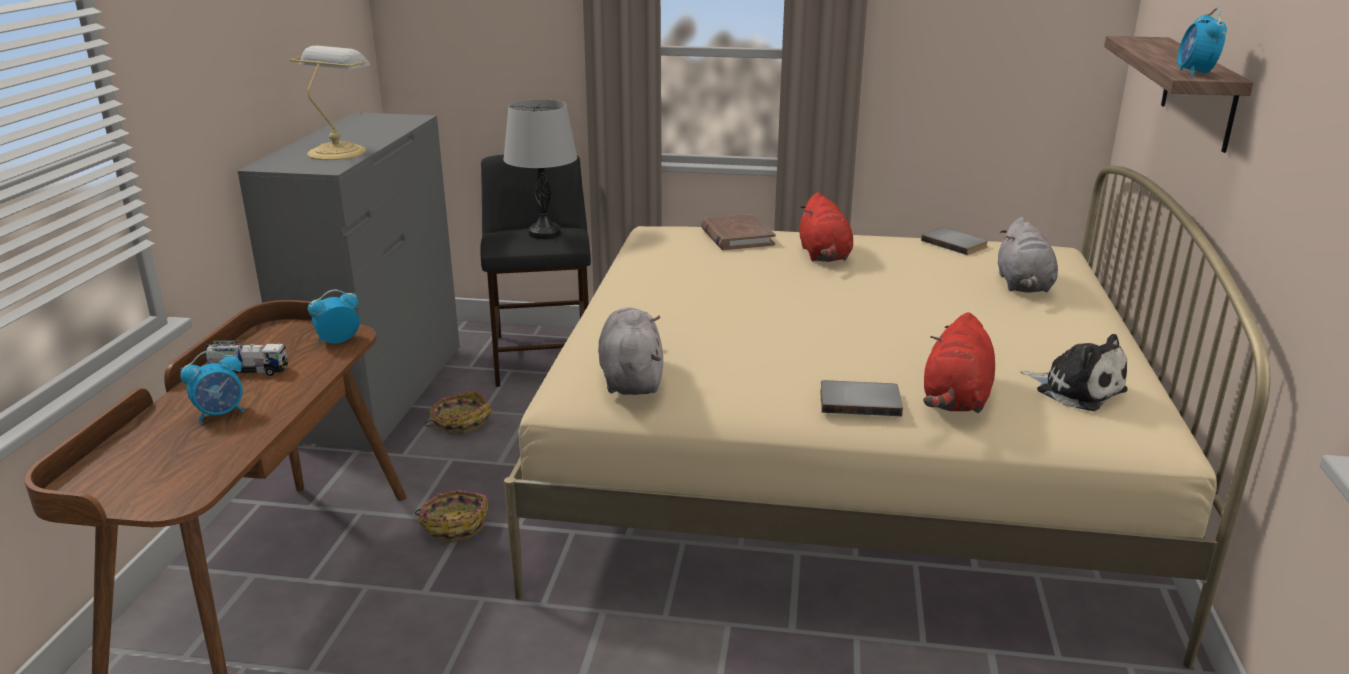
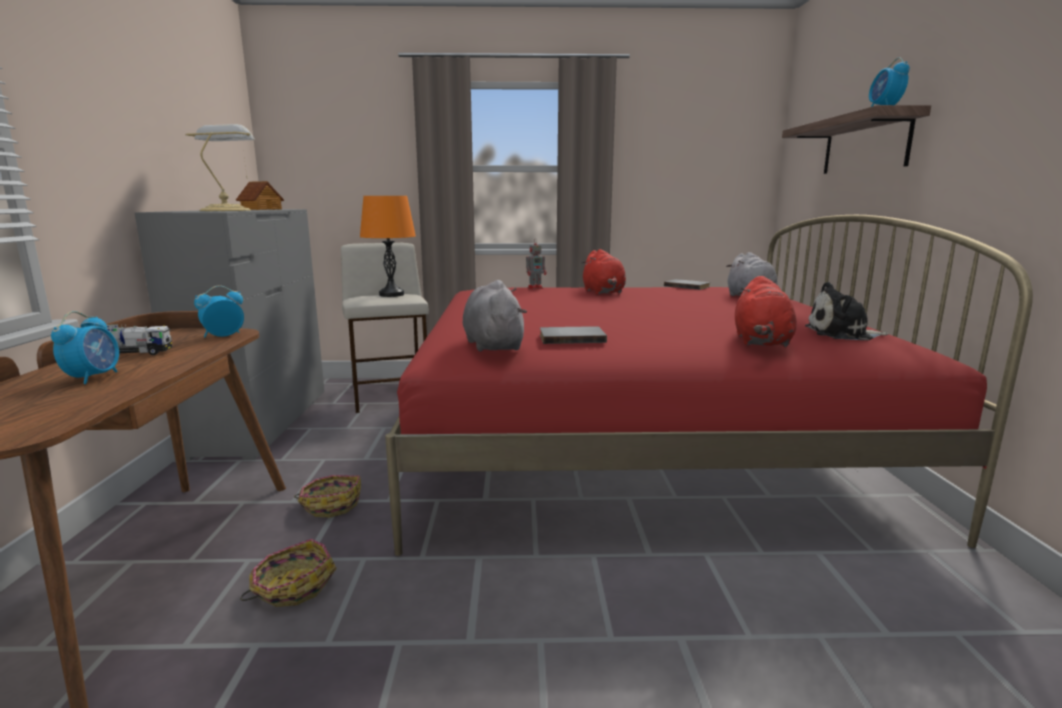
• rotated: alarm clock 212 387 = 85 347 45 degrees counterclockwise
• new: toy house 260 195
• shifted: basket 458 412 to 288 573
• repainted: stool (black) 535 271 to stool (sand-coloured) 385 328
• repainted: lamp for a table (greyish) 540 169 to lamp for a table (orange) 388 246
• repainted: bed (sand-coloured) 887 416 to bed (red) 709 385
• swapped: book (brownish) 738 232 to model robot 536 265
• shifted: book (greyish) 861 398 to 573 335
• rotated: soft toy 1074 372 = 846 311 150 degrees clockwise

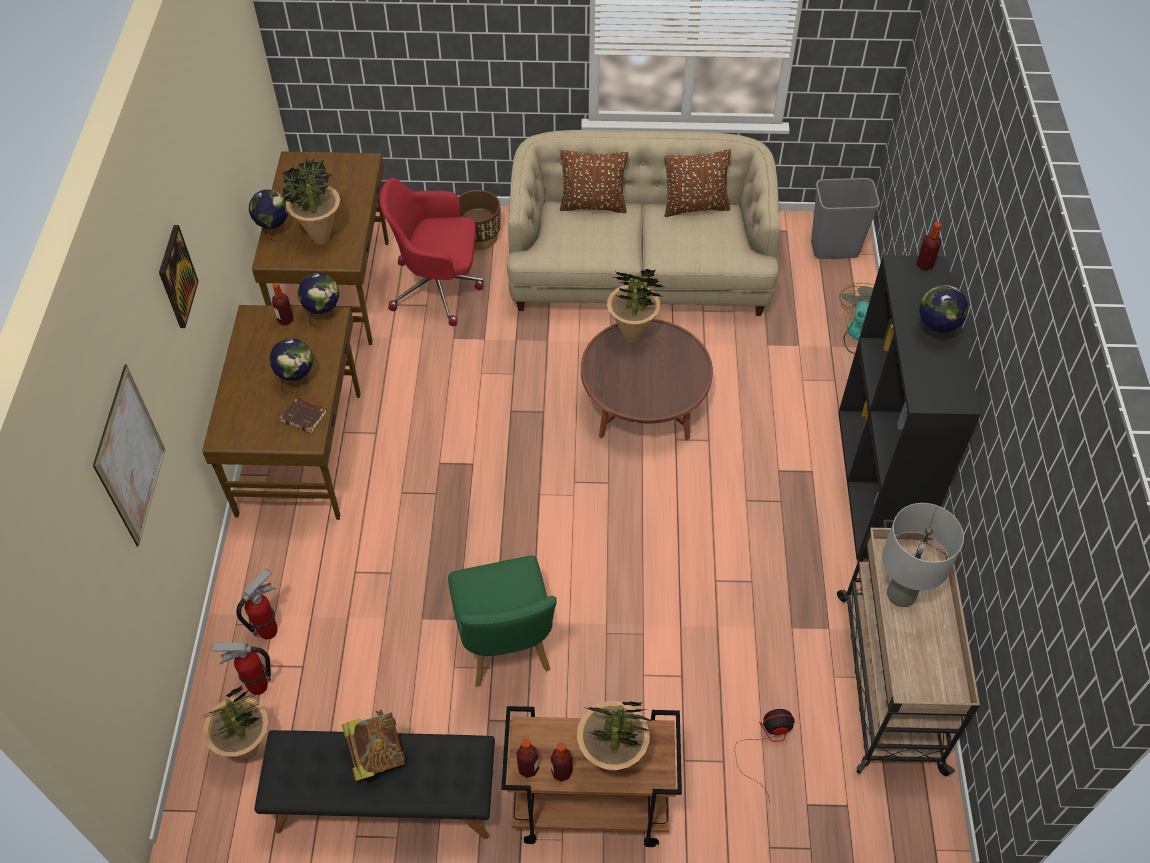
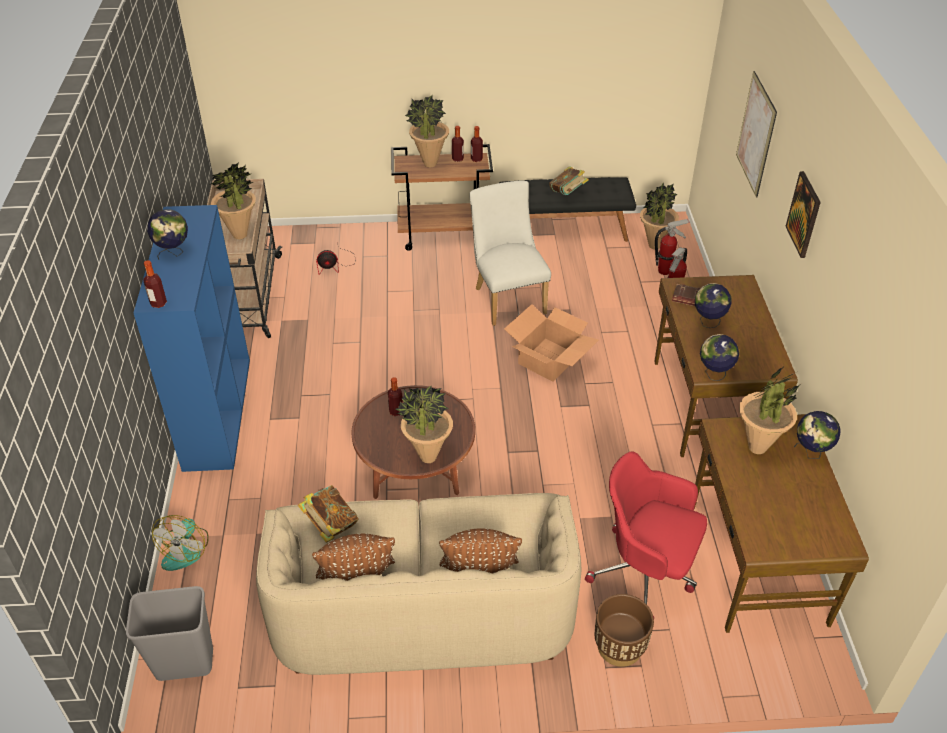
• repainted: bookshelf (black) 909 407 to bookshelf (bluish) 191 338
• swapped: lamp for a table (greyish) 923 555 to potted plant 232 200
• new: book 328 514
• shifted: beverage bottle 282 304 to 395 396
• repainted: plain chair (green) 502 621 to plain chair (white) 510 253
• new: cardboard box 551 343
• rotated: office chair (red) 431 252 = 646 534 150 degrees counterclockwise

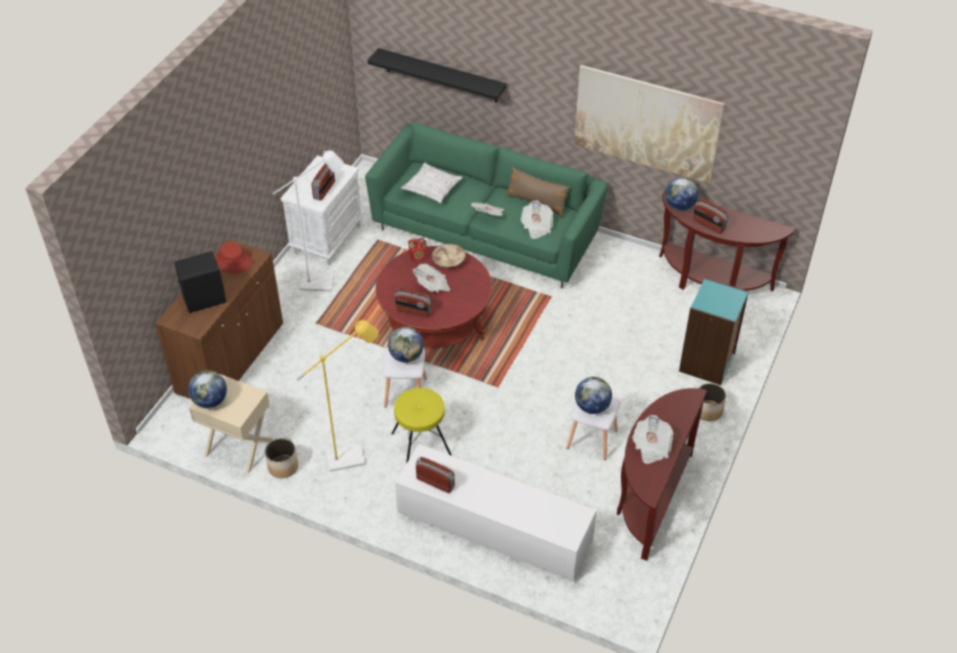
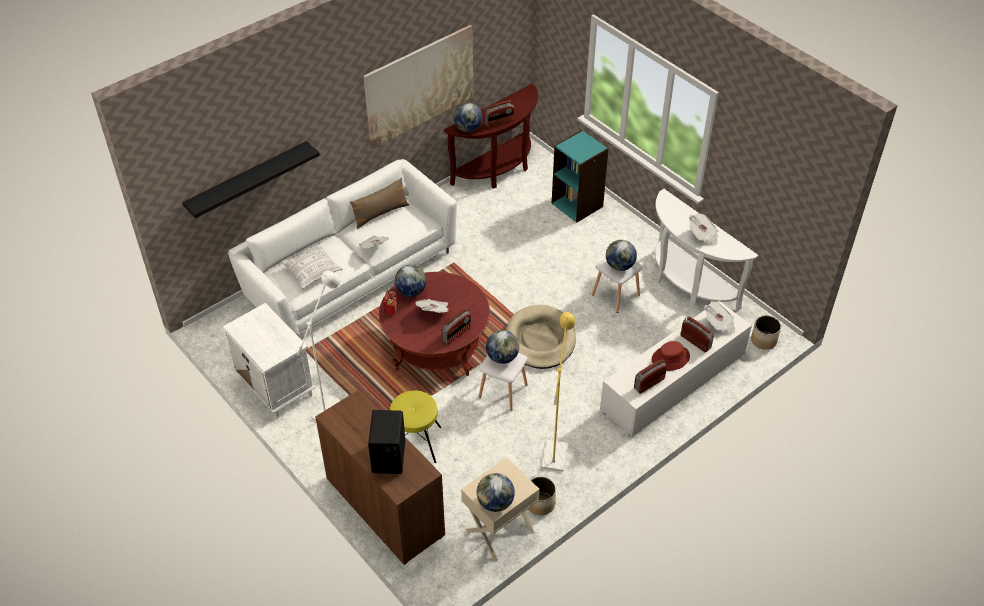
• repainted: settee (green) 486 205 to settee (white) 342 247
• shifted: stool (yellowish) 421 426 to 415 427
• swapped: deep dish (sand-coloured) 449 256 to world globe 411 281
• new: pet bed (sand-coloured) 541 337
• shifted: hat (red) 233 257 to 671 356
• repainted: narrow table (brownish) 662 474 to narrow table (white) 706 250
• shifted: radio receiver 323 182 to 697 334
• shifted: printed paper 536 220 to 719 317
• shifted: plant pot 712 402 to 766 333

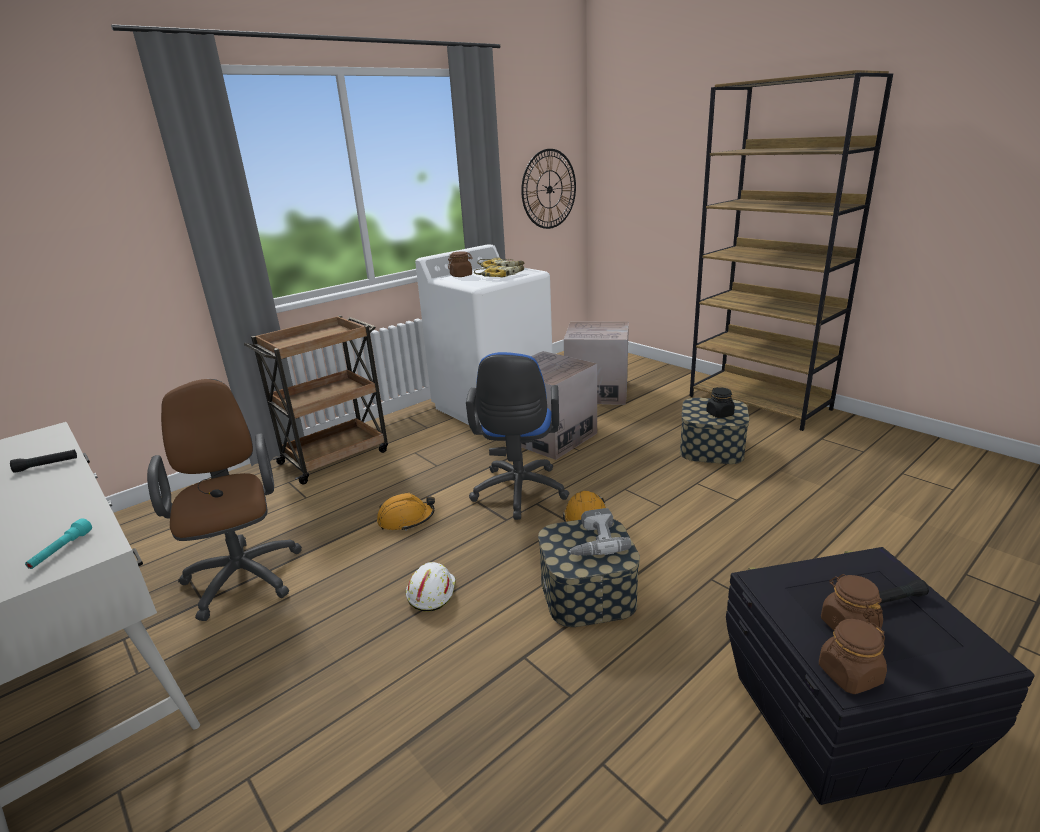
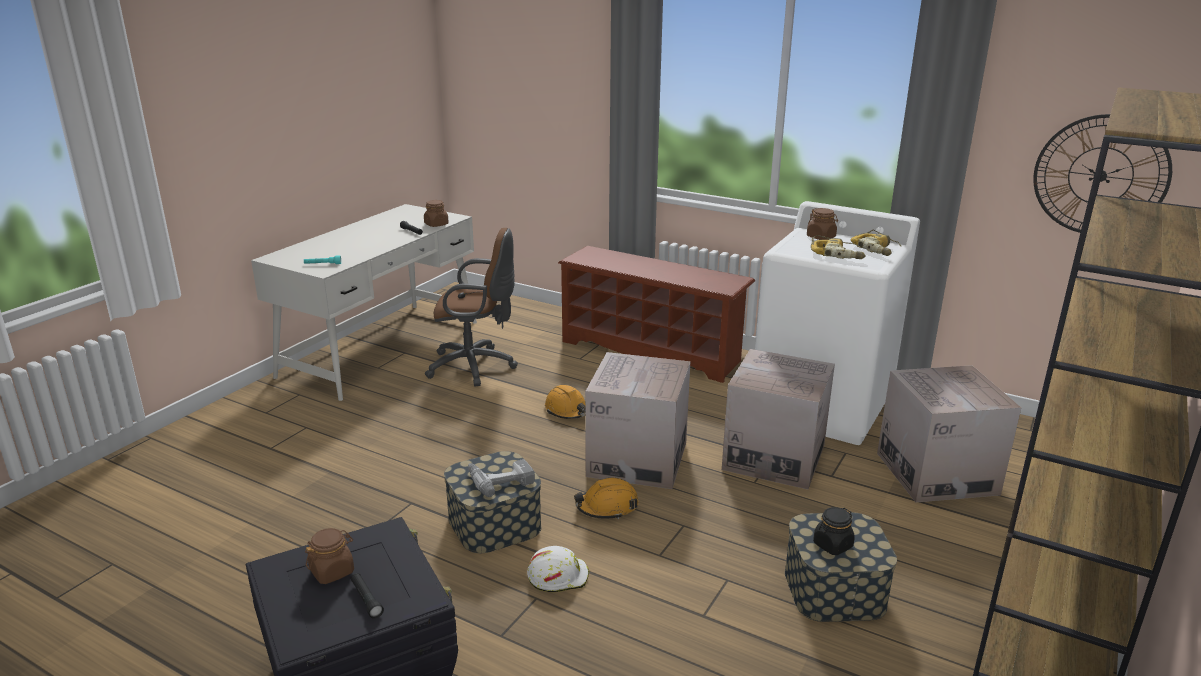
• shifted: jar (brownish) 853 656 to 436 213
• rotated: office chair (brownish) 224 500 = 471 307 45 degrees clockwise
• shifted: hard hat (white) 431 586 to 558 569
• swapped: wheeled cart (brownish) 316 400 to shoe rack (brownish) 656 314
• swapped: office chair (bluish) 517 436 to cardboard box 638 420

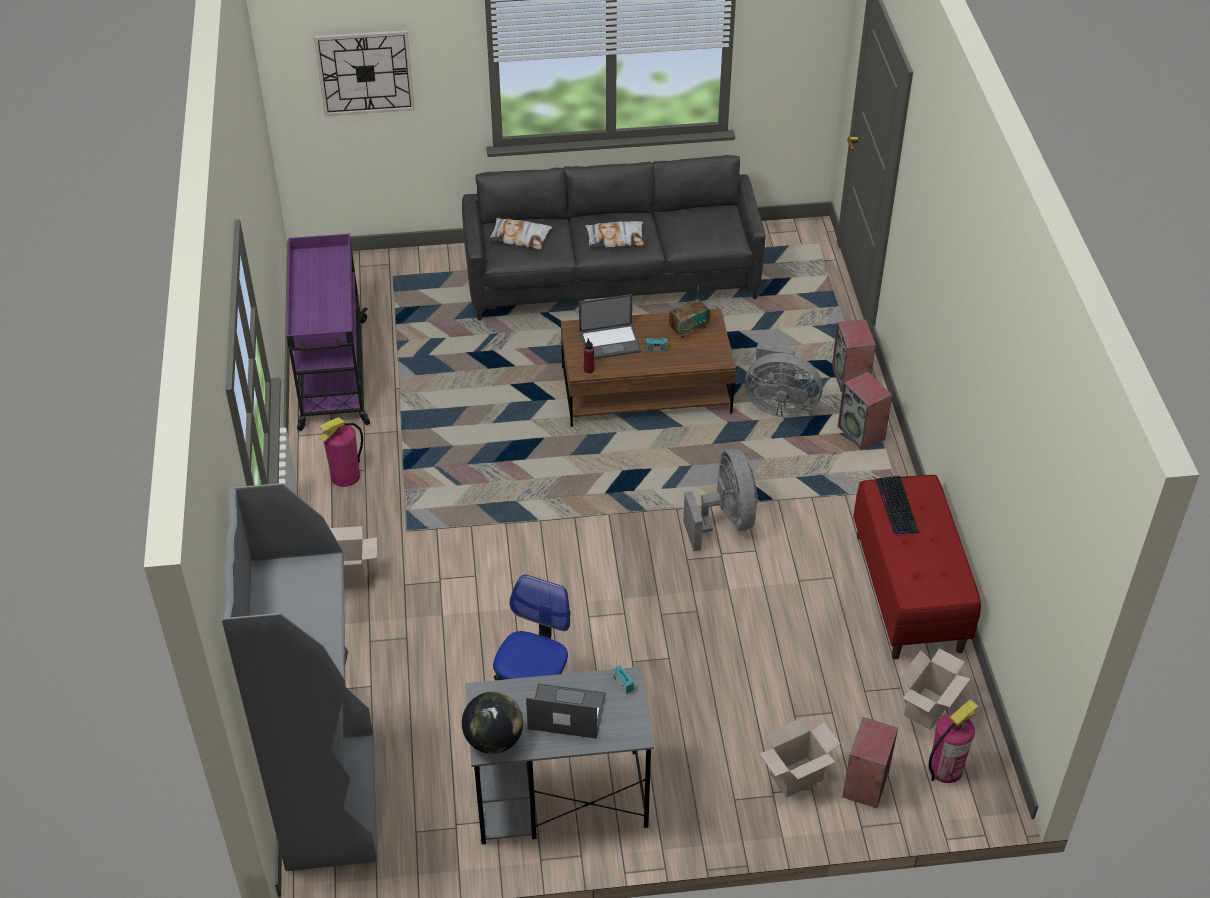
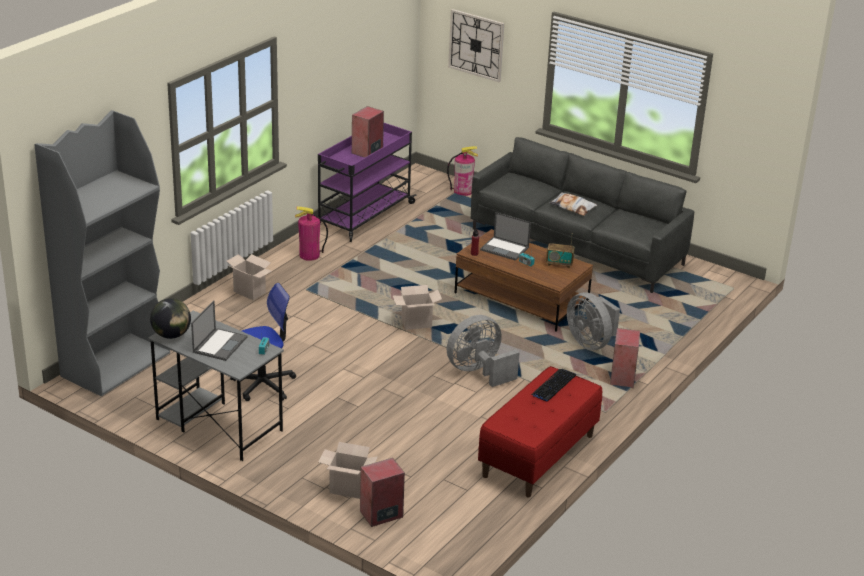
• rotated: portable computer 566 711 = 219 331 60 degrees clockwise
• shifted: loudspeaker 854 355 to 368 132
• shifted: cardboard box 935 689 to 417 307
• shifted: fire extinguisher 954 741 to 462 171
• rotated: fan (greyish) 720 500 = 483 351 150 degrees counterclockwise
• gone: pillow 520 234

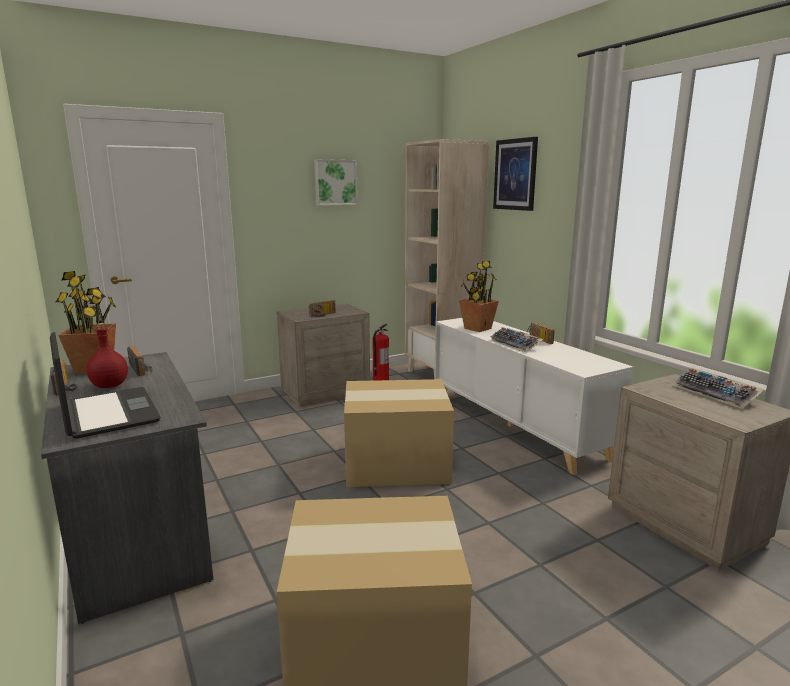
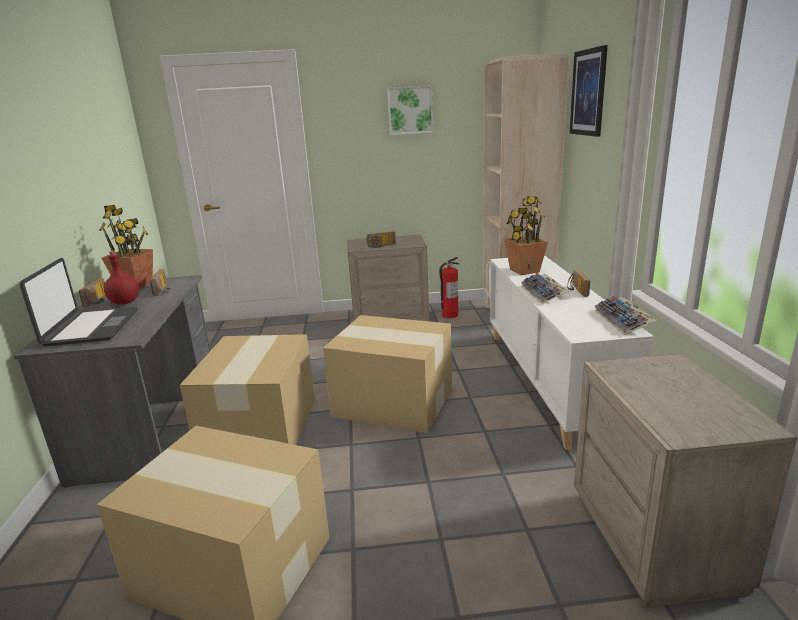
• new: cardboard box 247 389
• shifted: computer keyboard 719 388 to 625 315

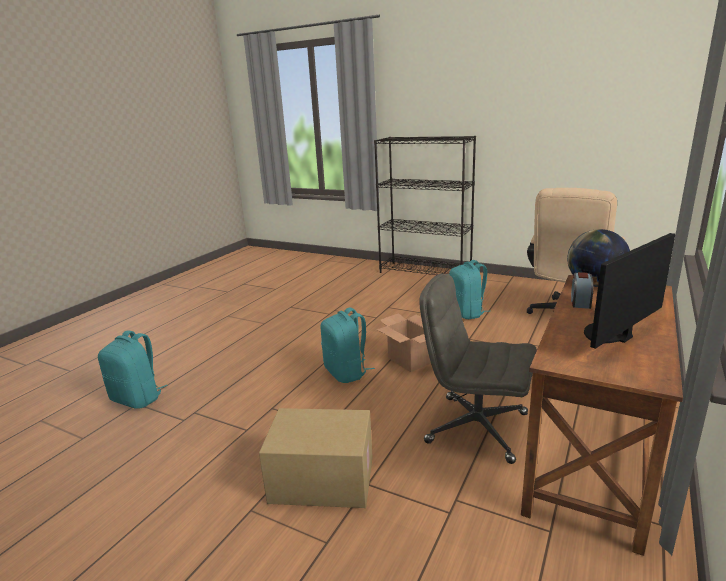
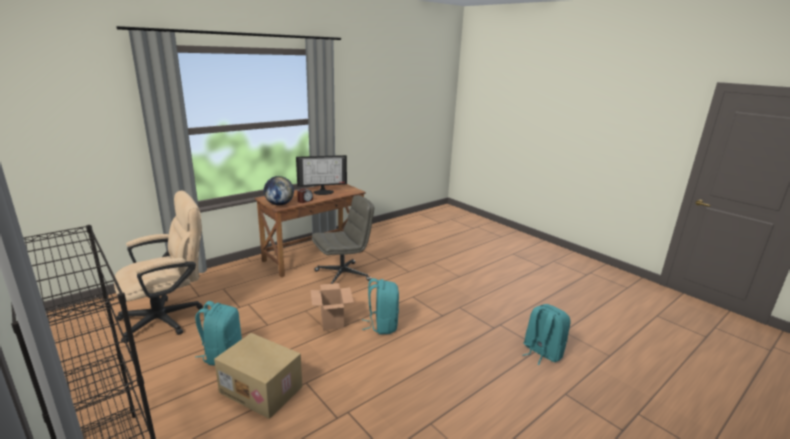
• shifted: cardboard box 316 458 to 258 376
• rotated: office chair (greyish) 478 369 = 343 239 75 degrees counterclockwise

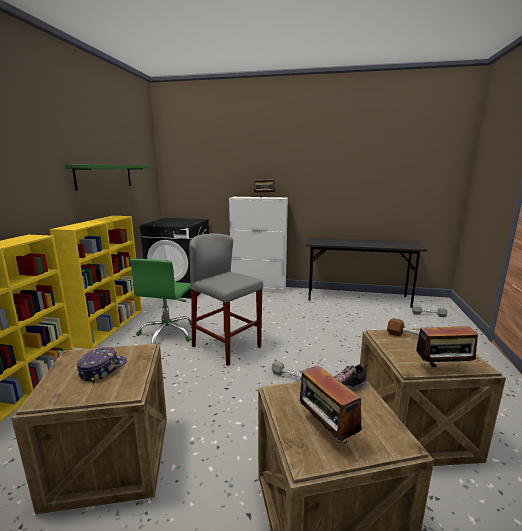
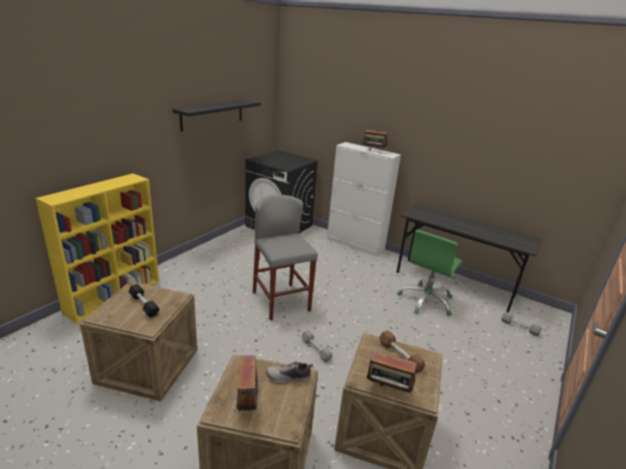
• swapped: peaked cap 102 365 to hand weight (black) 144 301
• repainted: shelf (green) 107 178 to shelf (black) 217 116
• shifted: office chair (green) 161 301 to 429 273
• gone: bookshelf (yellowish) 96 282

